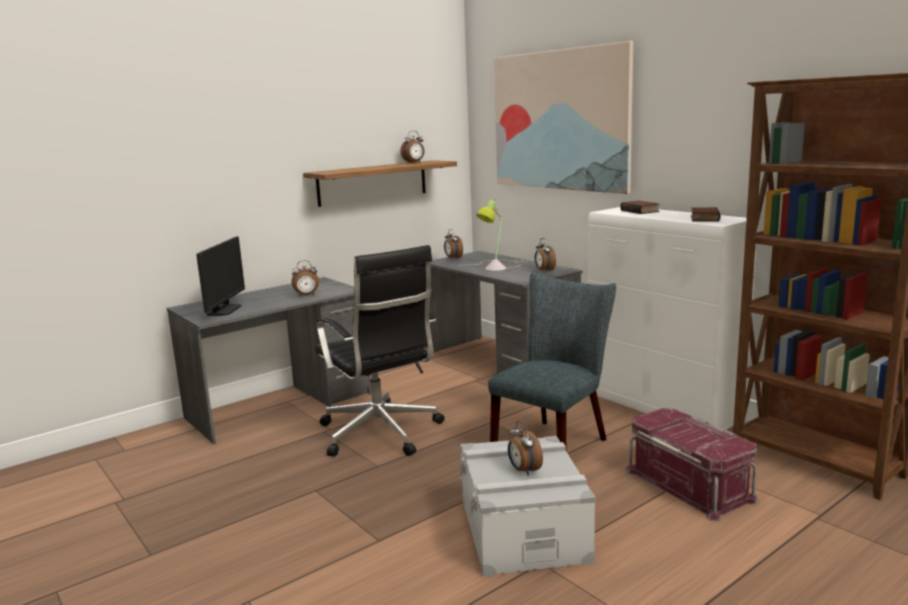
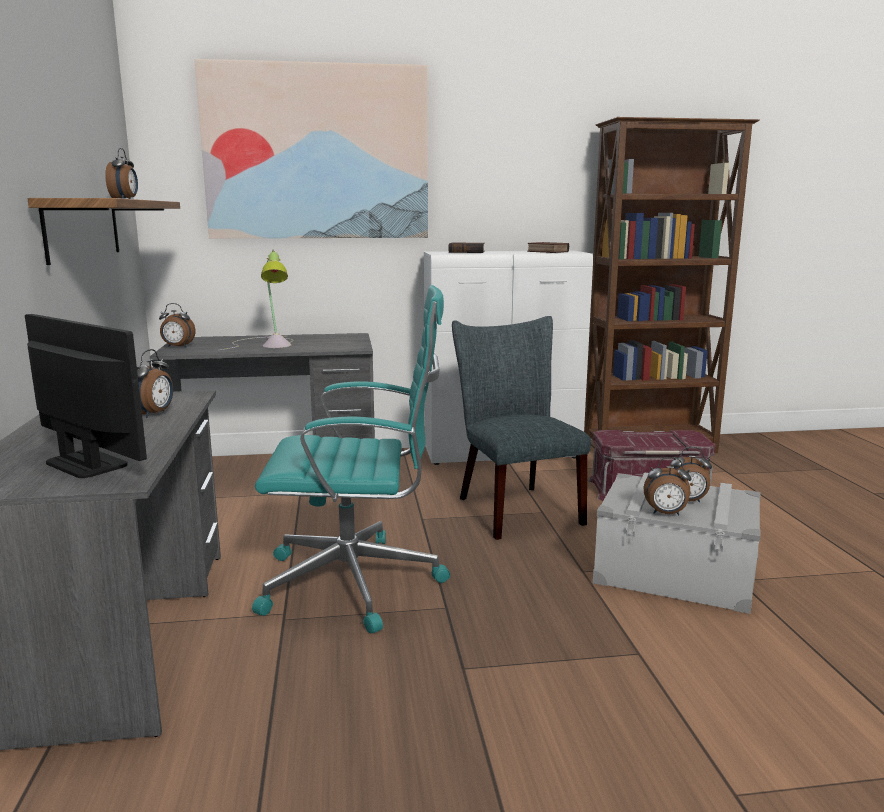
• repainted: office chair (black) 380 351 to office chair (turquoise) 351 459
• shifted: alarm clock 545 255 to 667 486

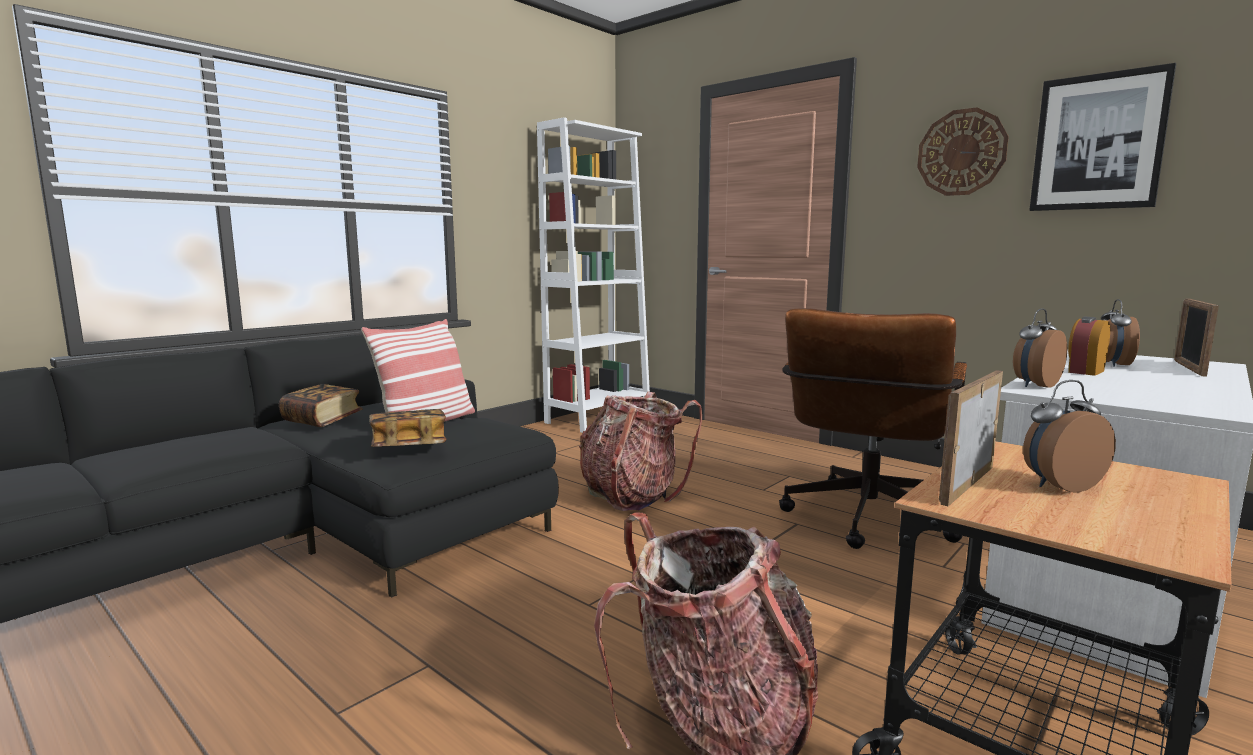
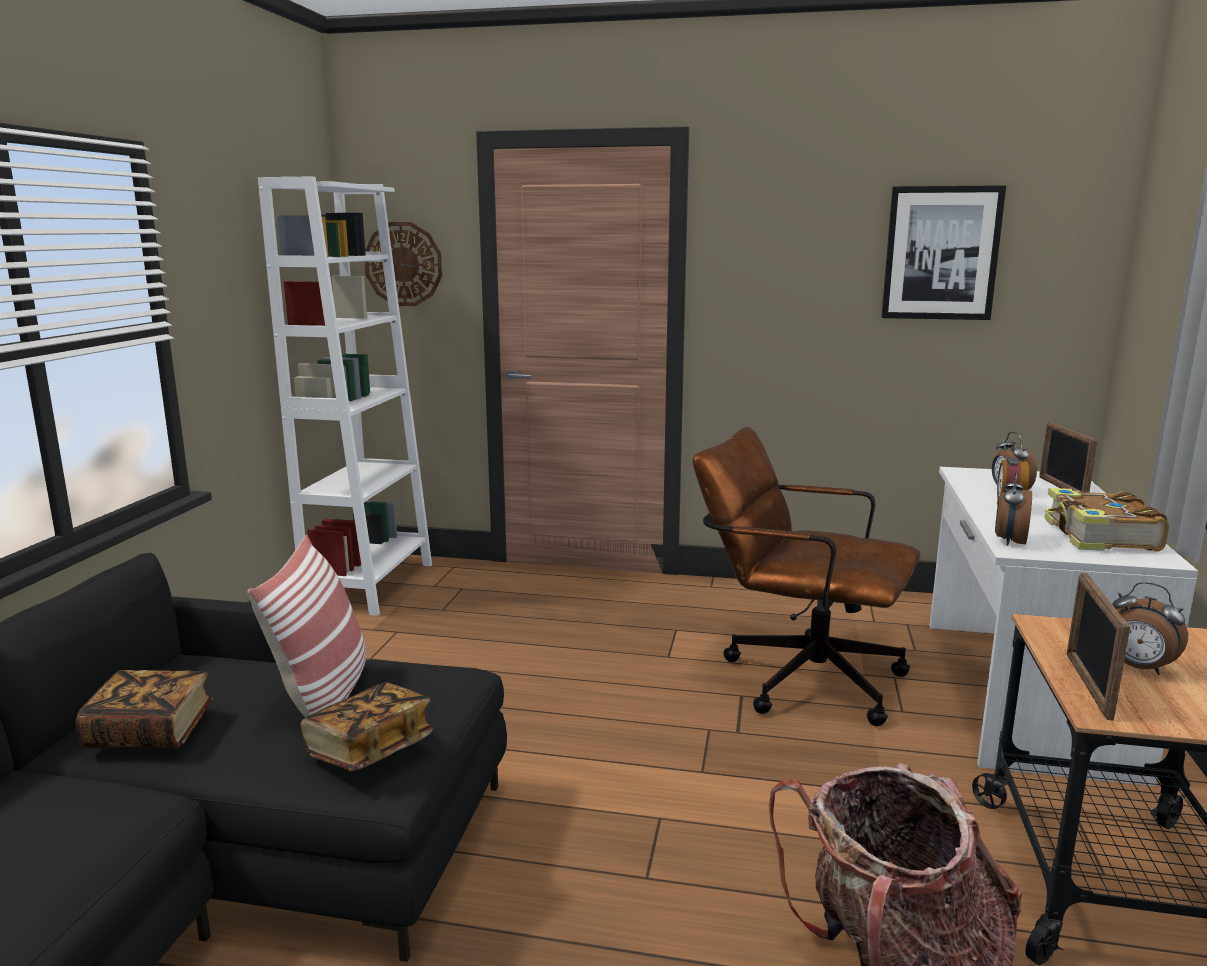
• shifted: clock on the wall 963 151 to 403 264
• rotated: office chair (brownish) 873 428 = 807 576 120 degrees clockwise
• new: book 1106 519
• rotated: alarm clock 1069 436 = 1150 628 90 degrees counterclockwise
• gone: knapsack 640 451

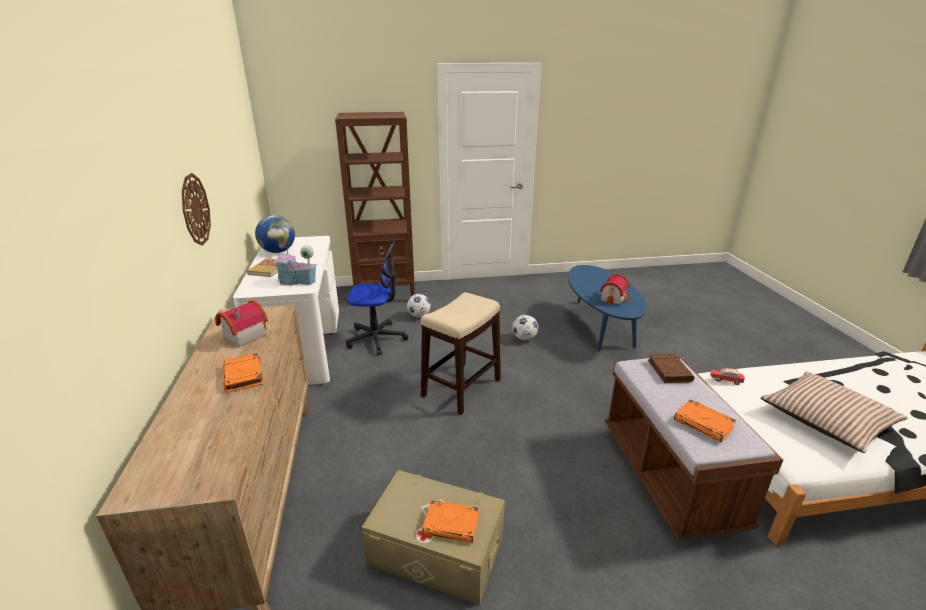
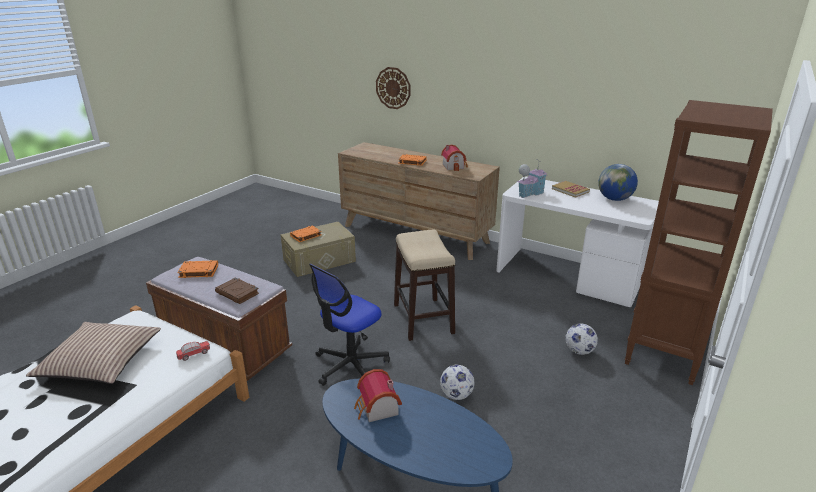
• shifted: office chair 377 299 to 349 325
• shifted: clock on the wall 196 209 to 393 88

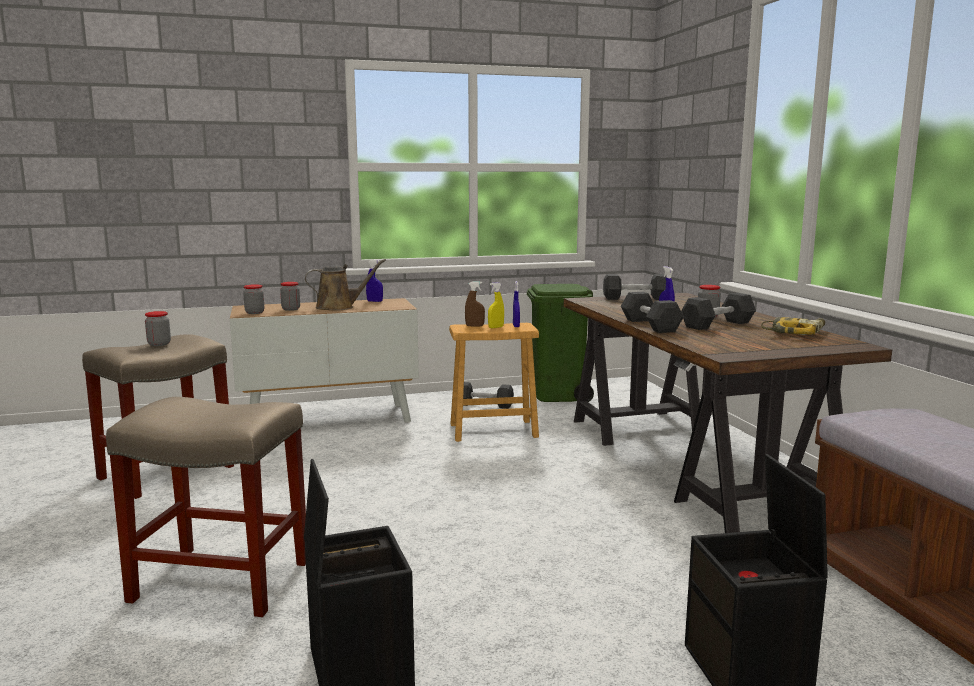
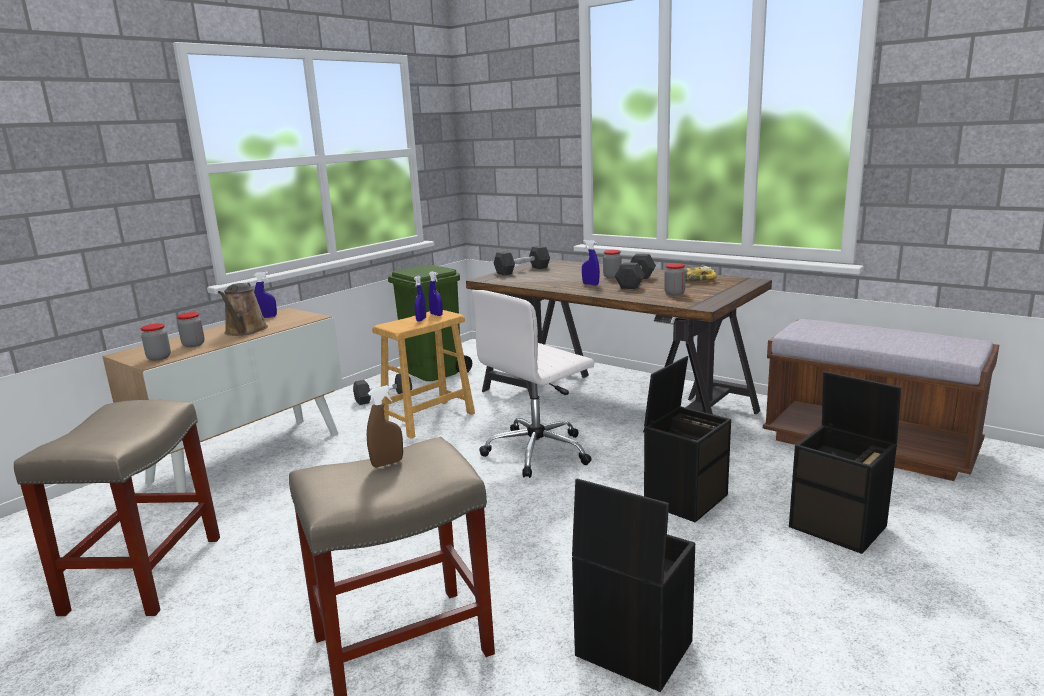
• rotated: watering can (brownish) 345 285 = 243 309 135 degrees clockwise
• shifted: spray bottle (brownish) 475 304 to 385 426
• repainted: spray bottle (yellowish) 496 305 to spray bottle (bluish) 420 298
• new: office chair (white) 533 384
• new: storage box (black) 687 439
• shifted: jar 158 328 to 675 279
• gone: hand weight (black) 652 312

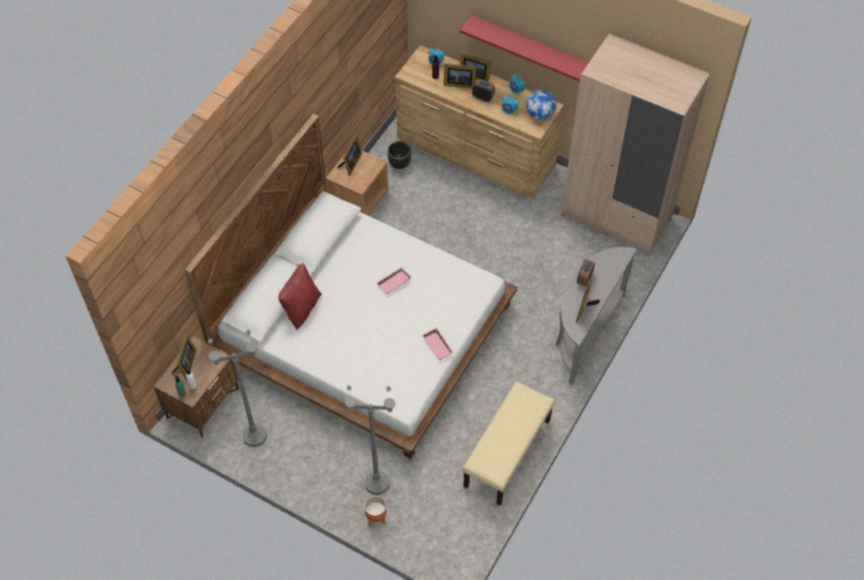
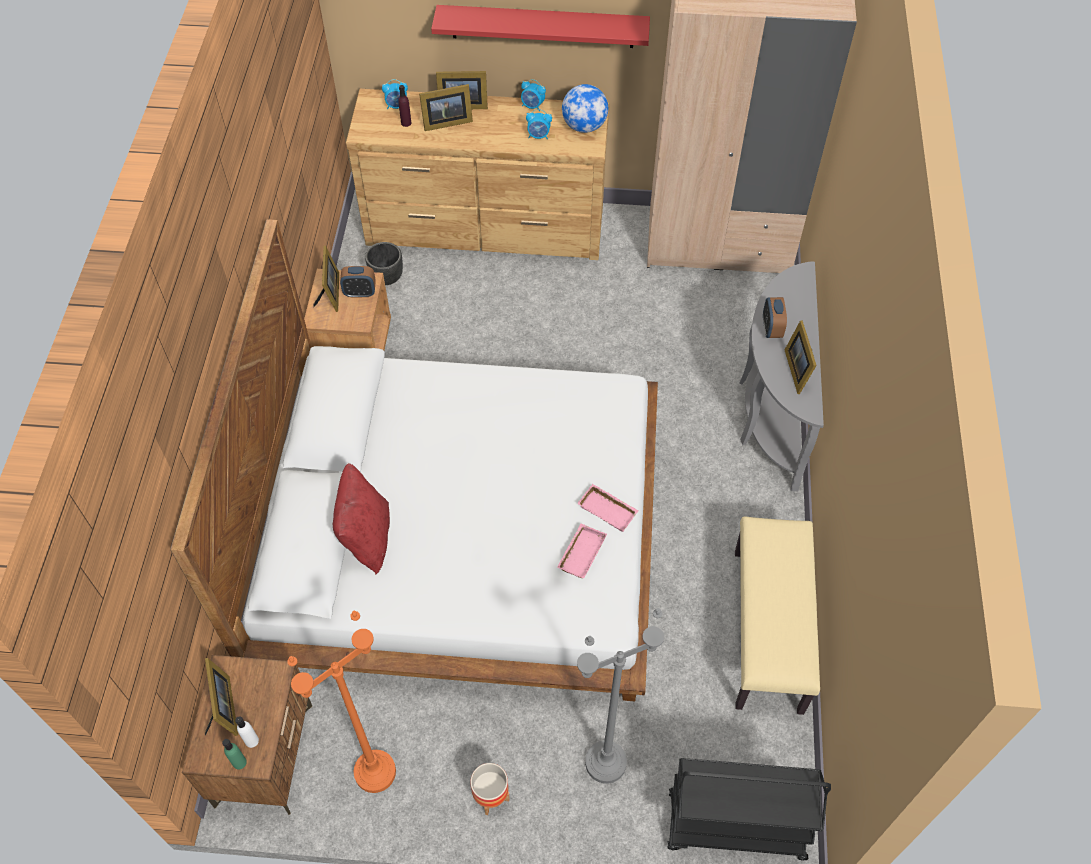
• repainted: standing lamp (greyish) 237 388 to standing lamp (orange) 341 702
• shifted: alarm clock 483 90 to 358 282
• shifted: plant pot 375 511 to 490 789
• shifted: serving tray (pinkish) 393 280 to 582 551
• new: wheeled cart (black) 749 809

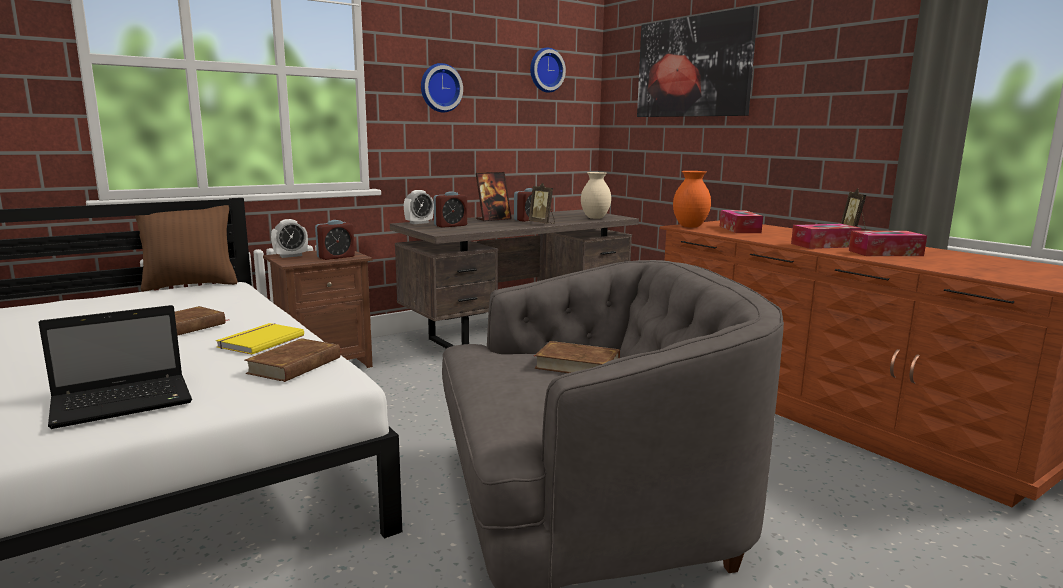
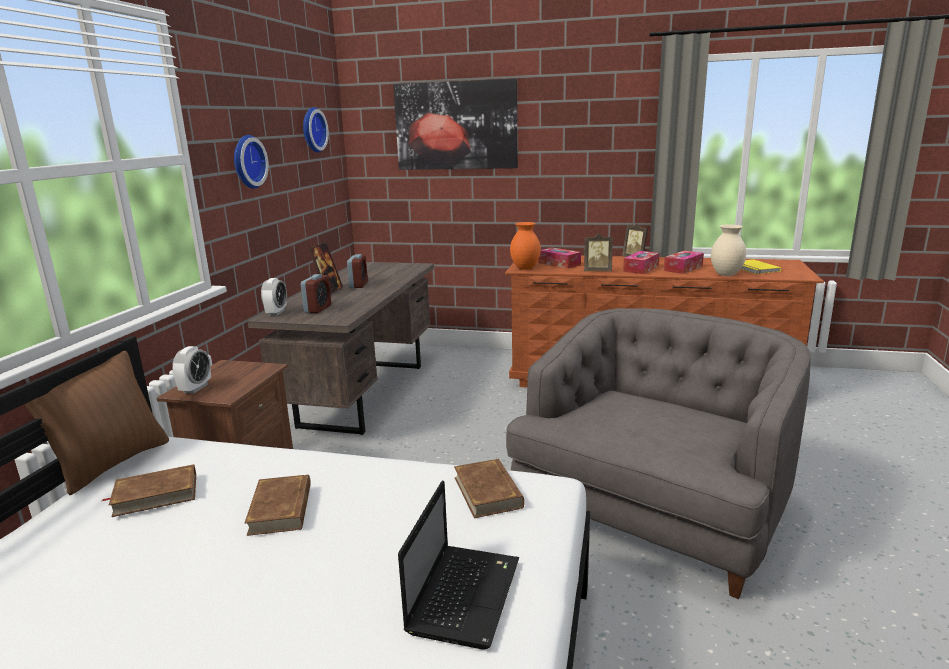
• shifted: book (brownish) 577 357 to 149 490
• shifted: picture frame 542 203 to 598 252
• shifted: vase (sand-coloured) 596 195 to 728 250
• shifted: book (yellowish) 260 339 to 761 266
• gone: alarm clock 335 240

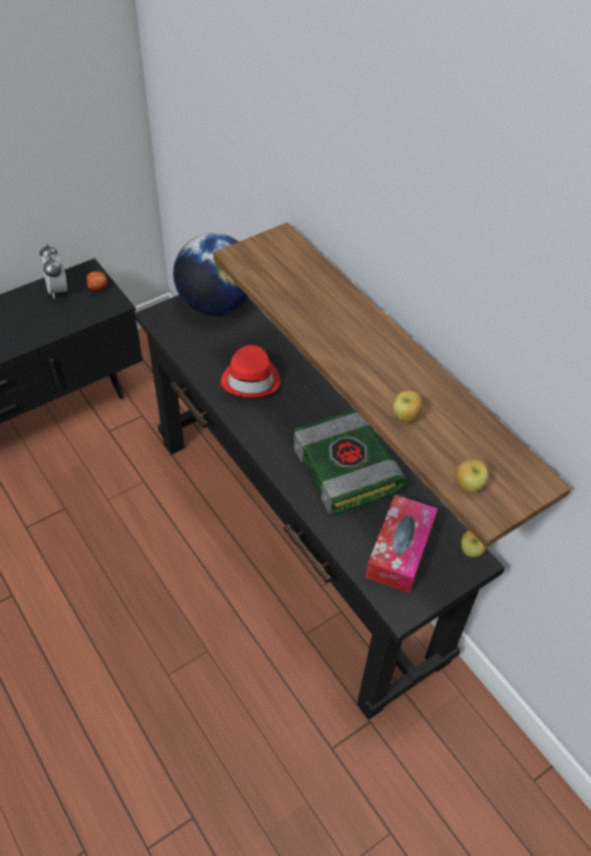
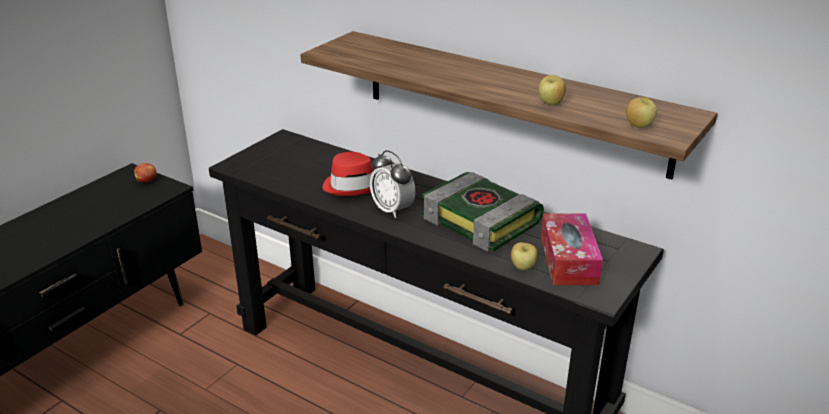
• shifted: alarm clock 53 272 to 393 184
• shifted: apple fruit 474 543 to 524 256
• gone: world globe 210 274

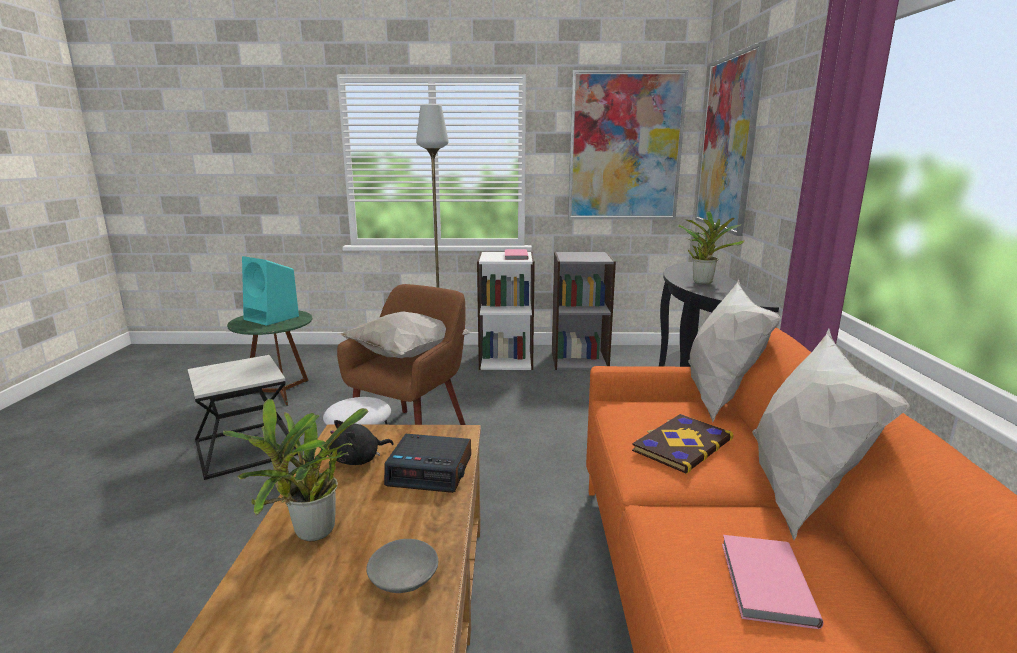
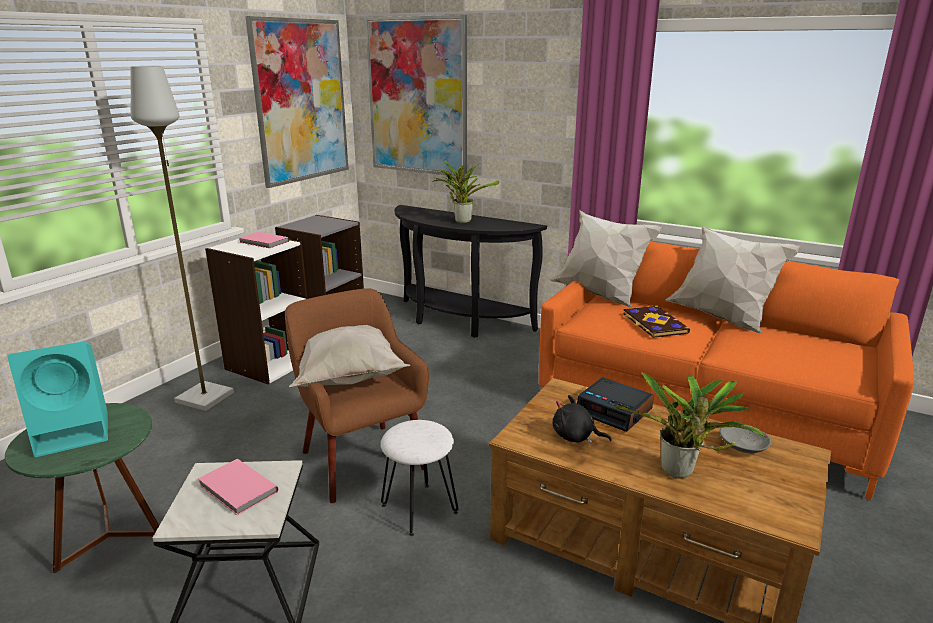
• shifted: book (pinkish) 773 582 to 238 487
• rotated: soft toy (black) 361 442 = 582 419 120 degrees clockwise
• rotated: alarm clock 427 463 = 615 404 90 degrees clockwise

